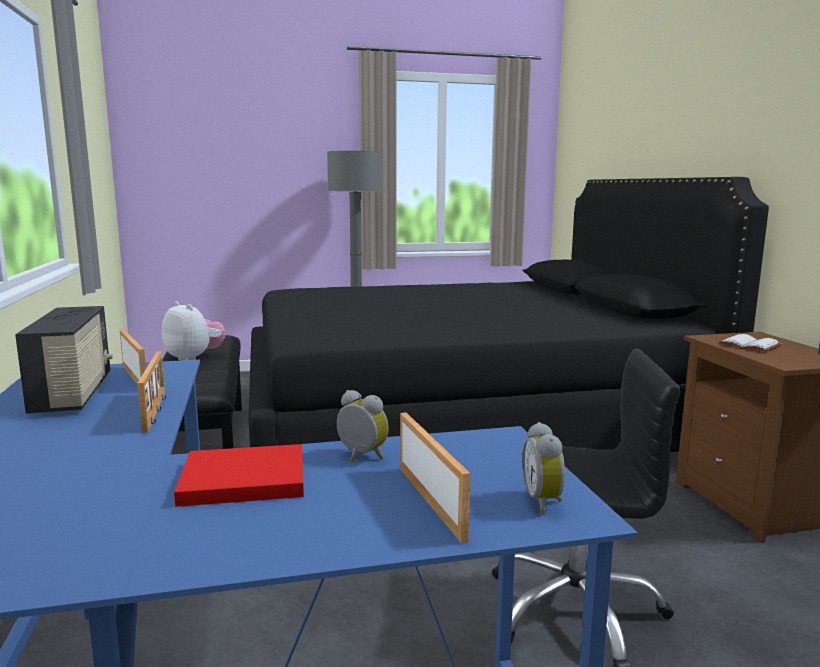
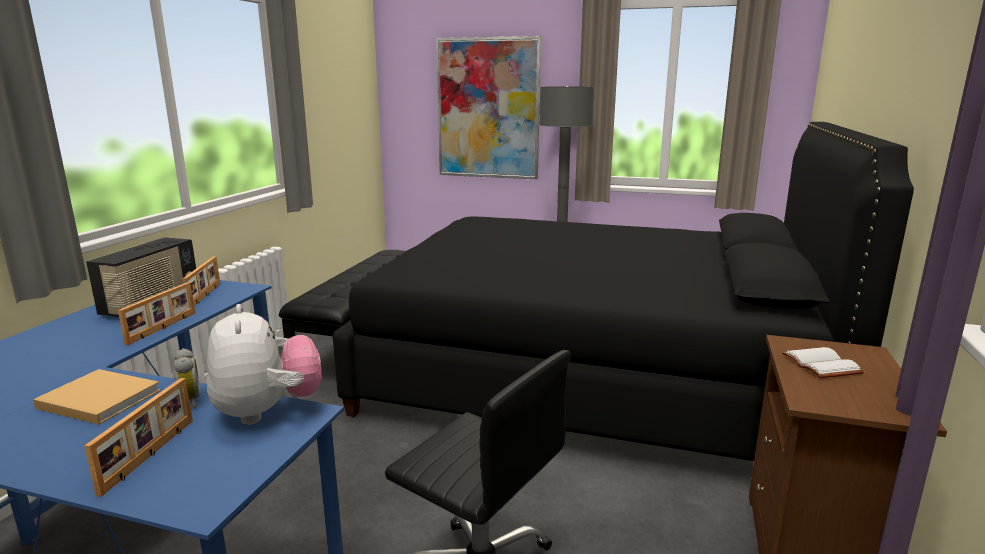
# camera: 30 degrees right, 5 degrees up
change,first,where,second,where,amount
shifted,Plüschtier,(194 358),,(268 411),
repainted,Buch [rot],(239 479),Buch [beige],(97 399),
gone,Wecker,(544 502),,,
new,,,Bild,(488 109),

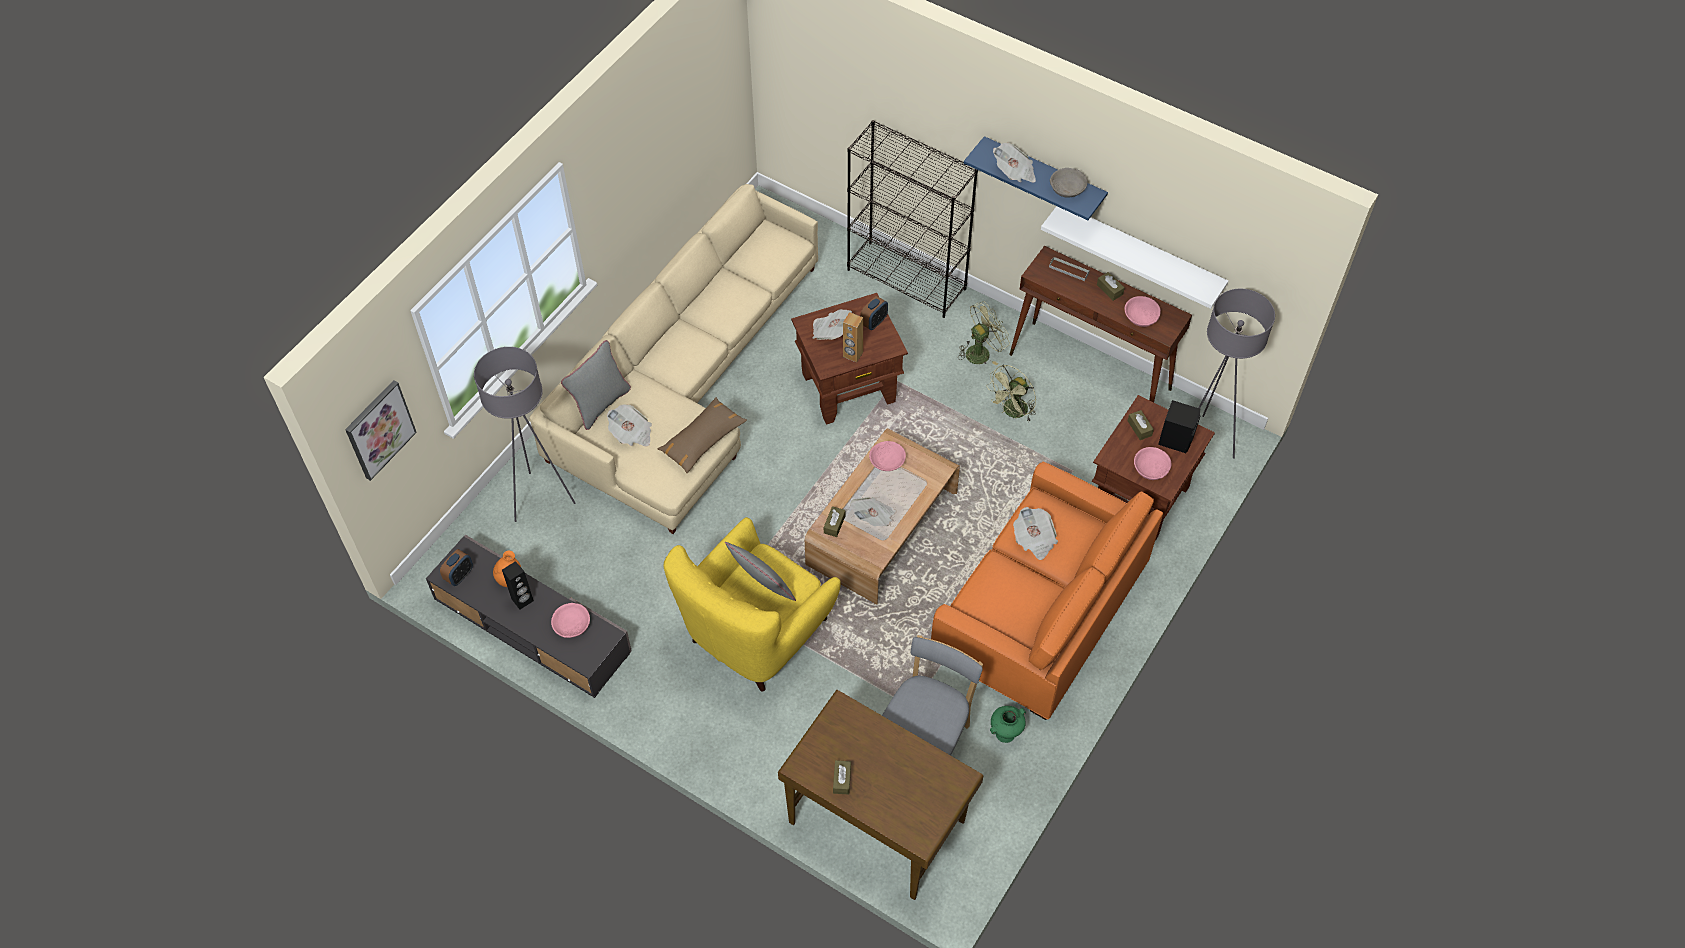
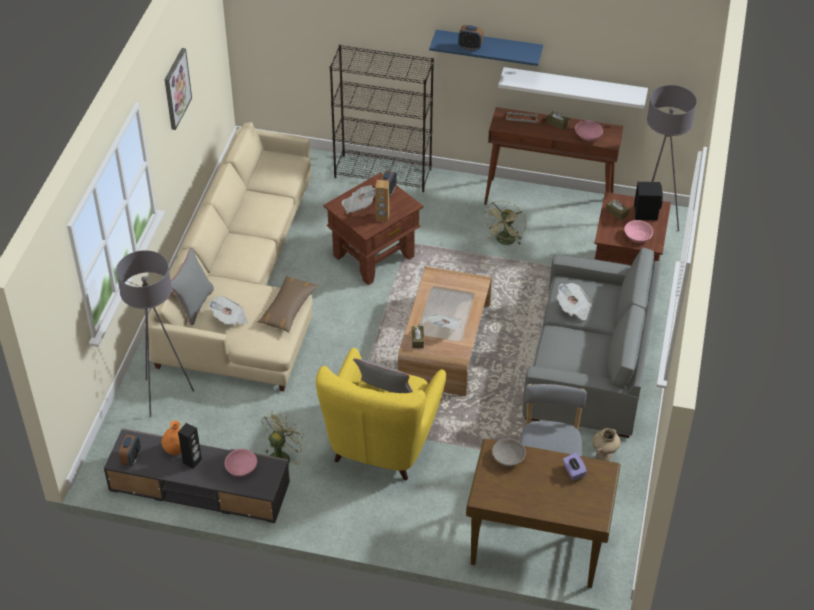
# camera: 20 degrees left, 10 degrees down
change,first,where,second,where,amount
shifted,Bild,(379 429),,(176 88),
gone,Taschentuchbox [braun],(842 780),,,
gone,Schüssel [rosa],(887 461),,,
repainted,Sofa [orange],(1041 609),Sofa [grau],(590 366),
shifted,Ventilator [grün],(981 351),,(281 456),
repainted,Vase [grün],(1005 734),Vase [beige],(604 456),
swapped,Zeitung,(1014 172),Wecker,(470 47),
shifted,Schüssel [grau],(1067 189),,(508 457),
new,,,Taschentuchbox [lila],(573 471),

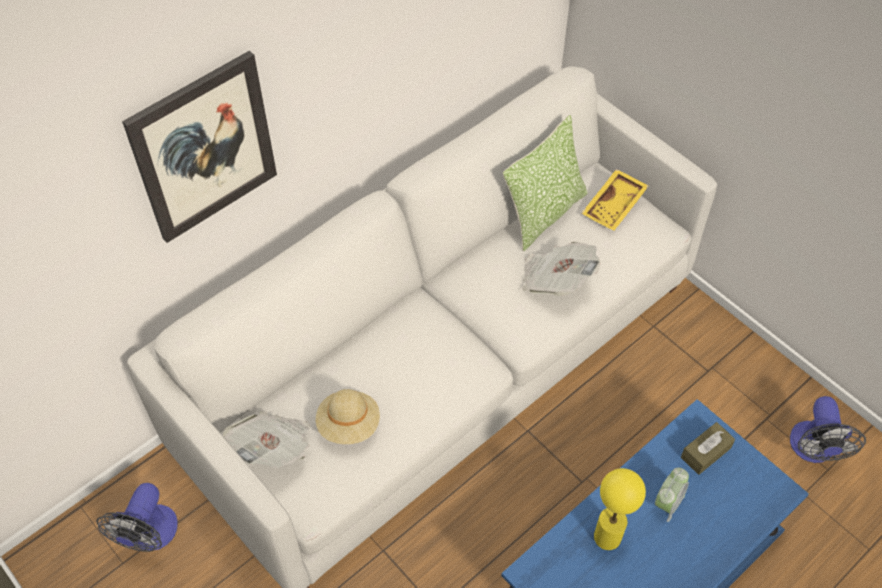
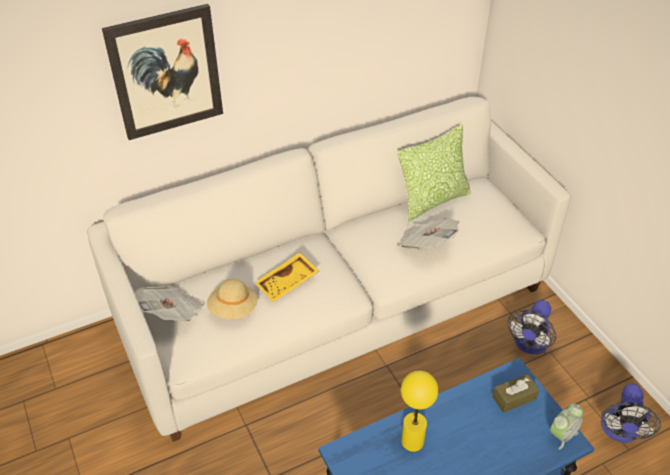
# camera: 15 degrees right, 10 degrees down
change,first,where,second,where,amount
shifted,Ventilator,(150 536),,(529 345),
shifted,Tablett [gelb],(615 206),,(288 283),
shifted,Wecker,(667 503),,(562 435),

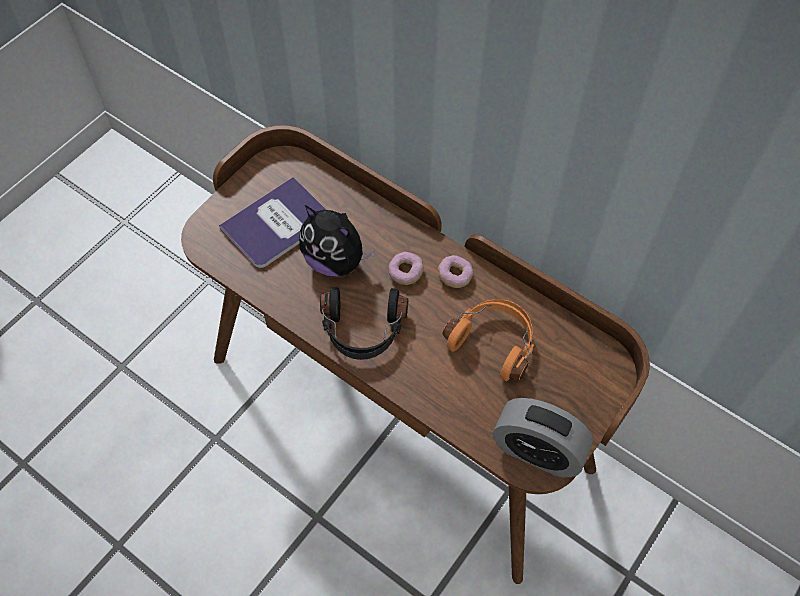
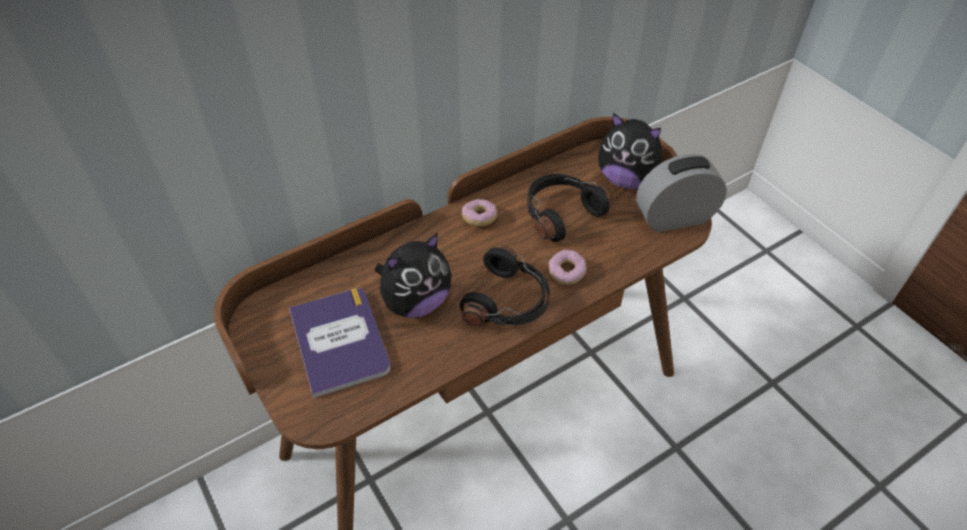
# camera: 70 degrees left, 10 degrees down
change,first,where,second,where,amount
shifted,Donut,(405 272),,(566 273),
repainted,Kopfhörer [orange],(493 342),Kopfhörer [schwarz],(560 213),
rotated,Wecker,(537 451),,(674 218),150 degrees counterclockwise
new,,,Plüschtier,(627 179),

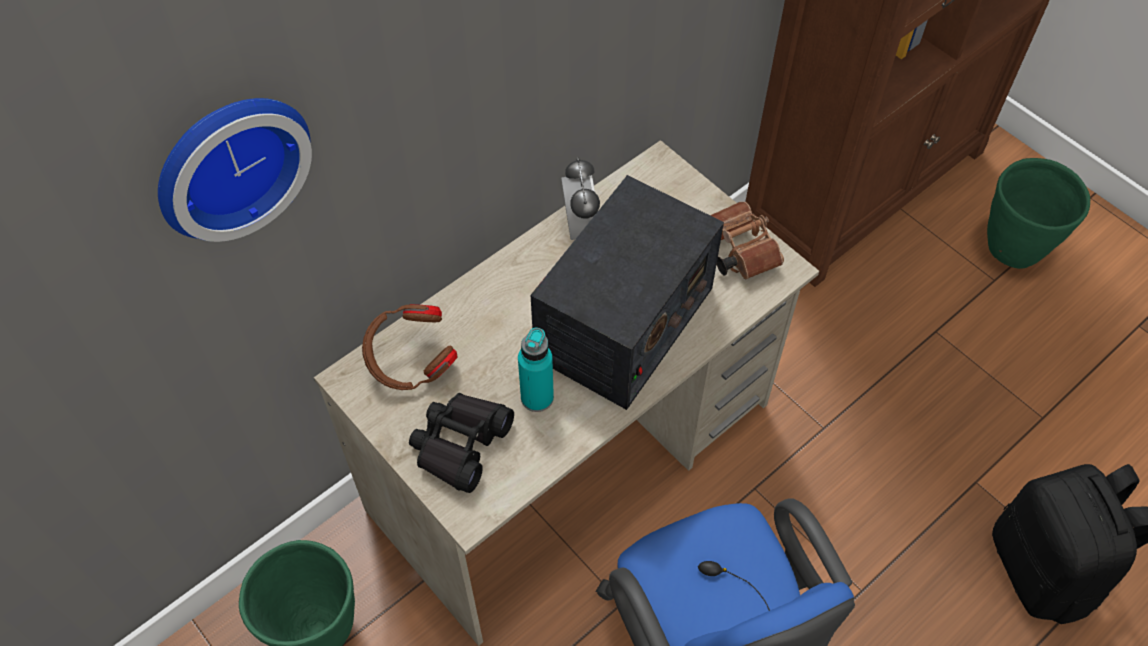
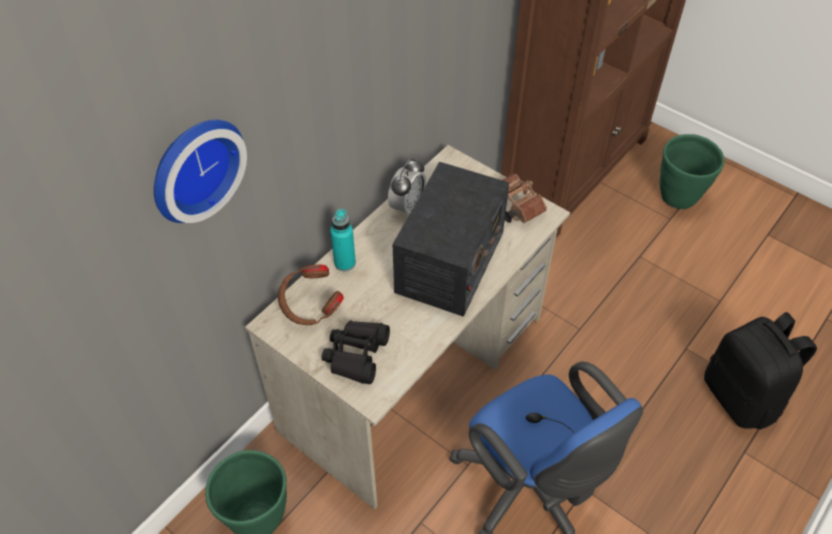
# camera: 10 degrees left, 5 degrees down
change,first,where,second,where,amount
shifted,Flasche [türkis],(537 397),,(345 263),
rotated,Wecker,(580 228),,(407 206),45 degrees clockwise

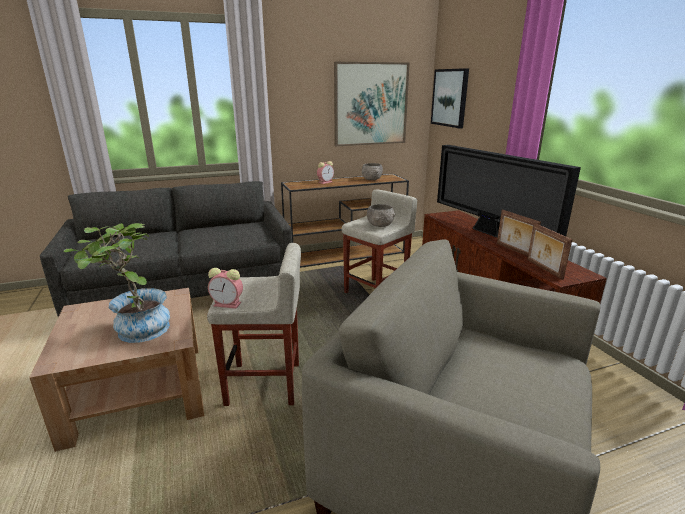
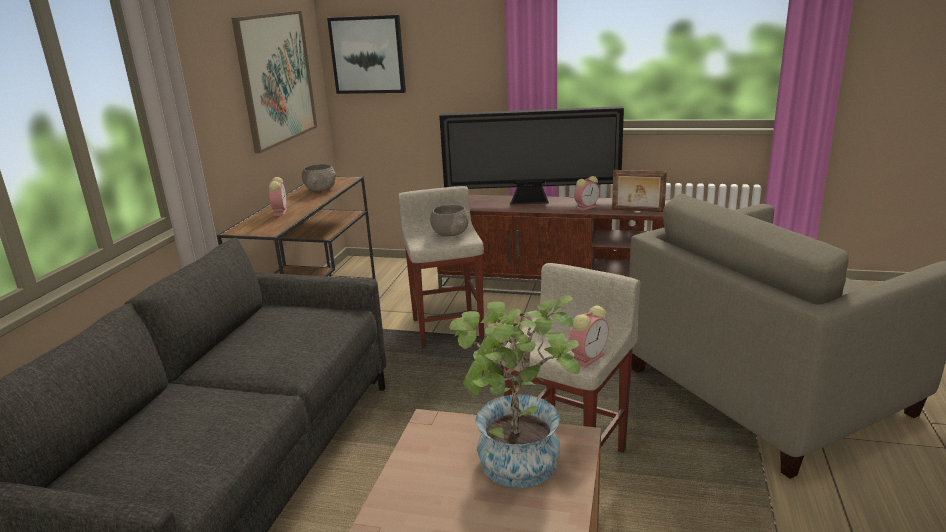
# camera: 55 degrees left, 0 degrees up
change,first,where,second,where,amount
swapped,Bilderrahmen,(513 251),Wecker,(586 207),

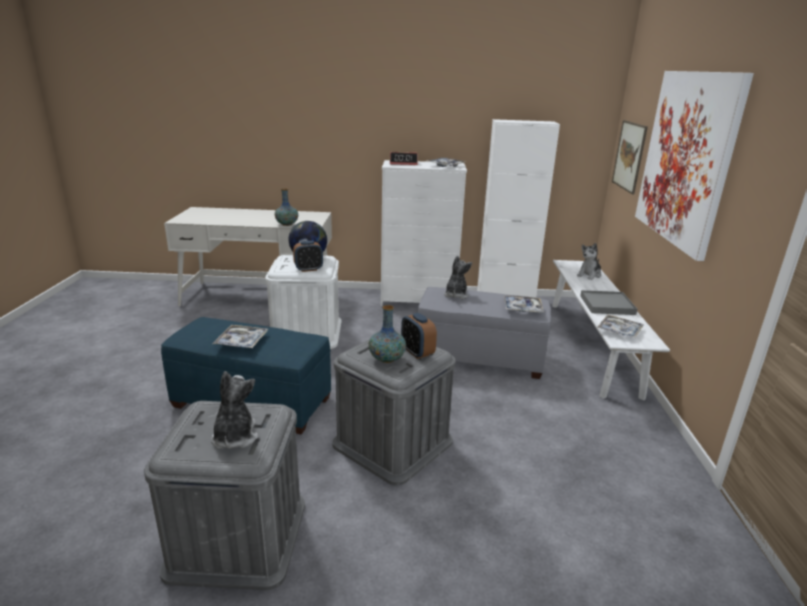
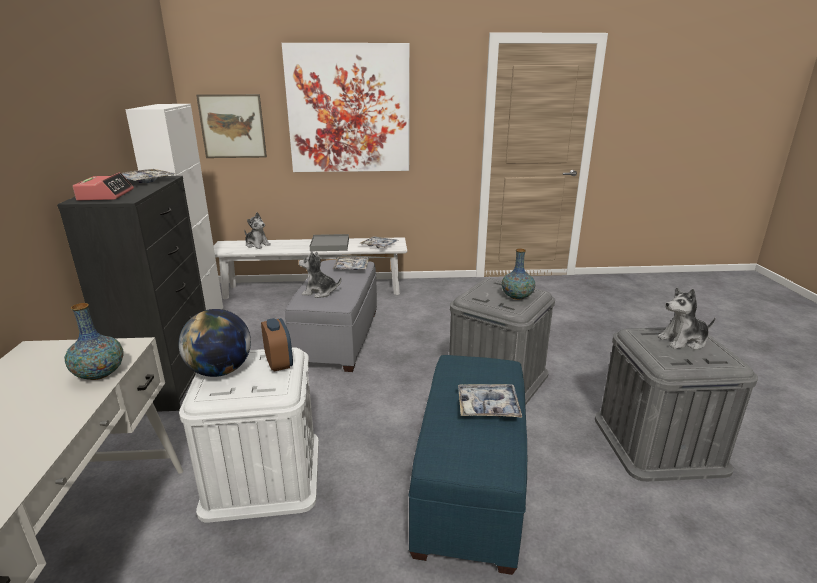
# camera: 95 degrees left, 0 degrees up
change,first,where,second,where,amount
repainted,Kommode [weiß],(419 299),Kommode [schwarz],(169 378),
gone,Wecker,(417 352),,,

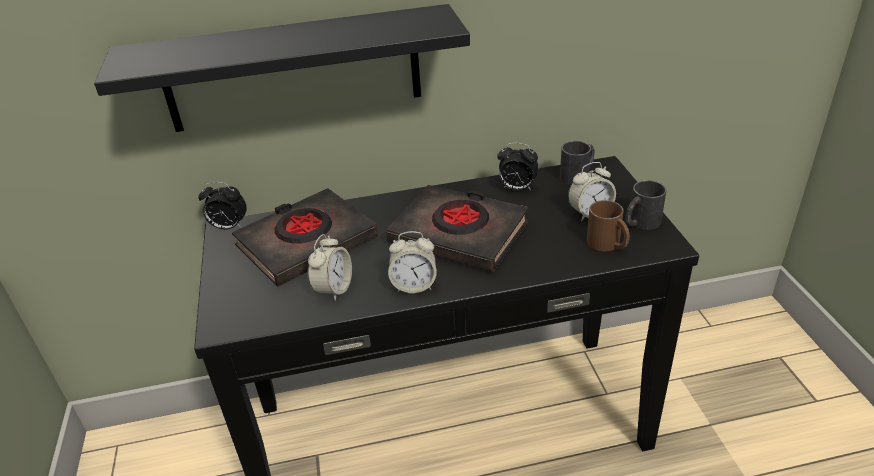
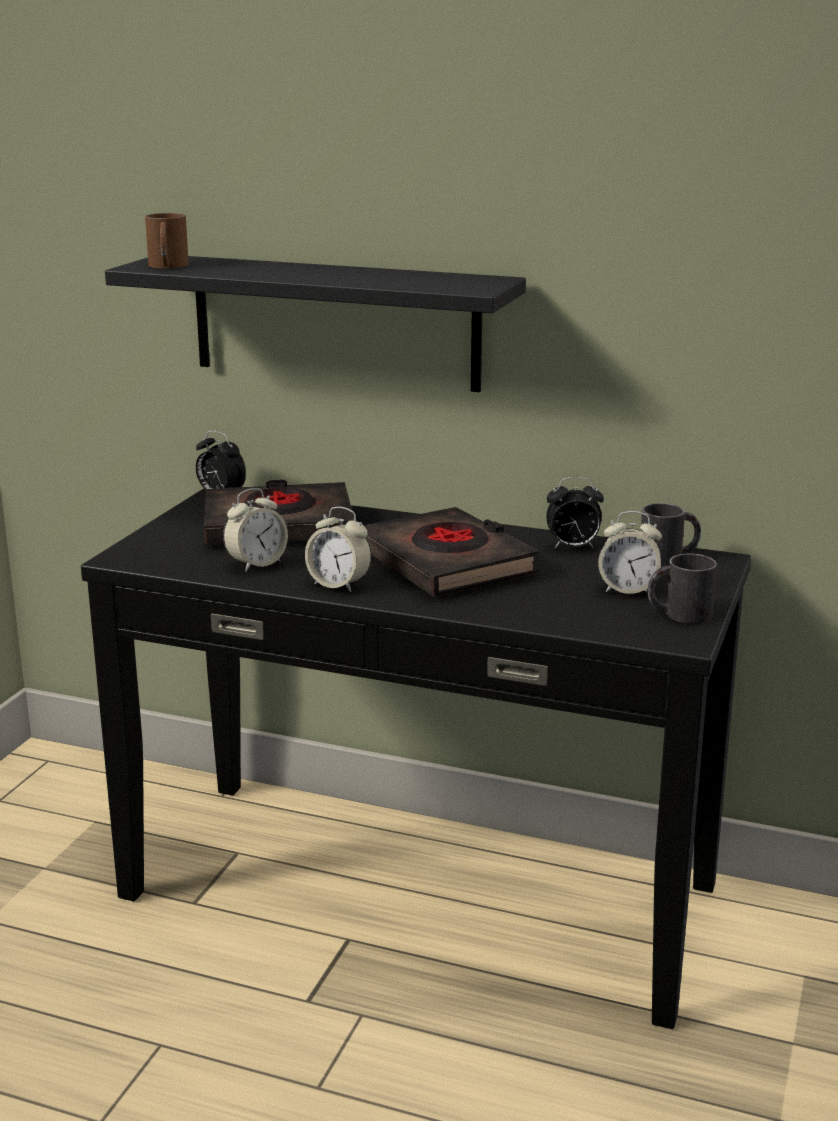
# camera: 30 degrees right, 15 degrees down
change,first,where,second,where,amount
rotated,Wecker,(517 188),,(572 547),45 degrees counterclockwise
shifted,Henkelbecher [braun],(608 244),,(167 266),

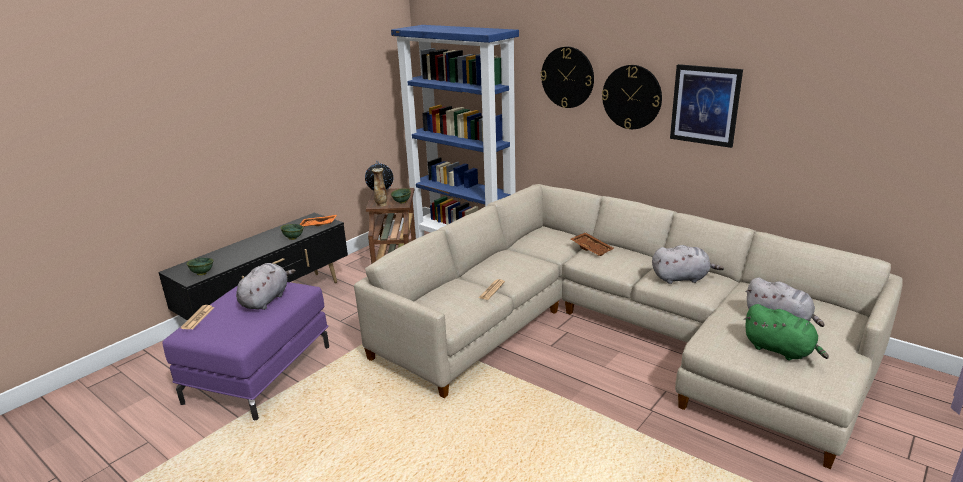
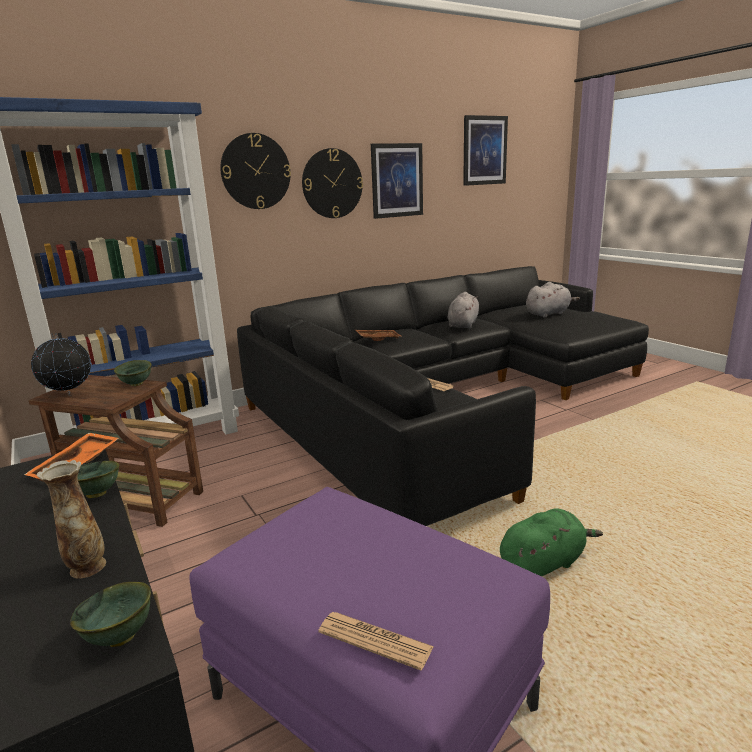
# camera: 70 degrees left, 5 degrees down
change,first,where,second,where,amount
gone,Plüschtier [grau],(266 299),,,
repainted,Sofa [beige],(616 333),Sofa [schwarz],(444 400),
shifted,Vase,(381 204),,(86 567),
shifted,Plüschtier [grün],(780 350),,(544 563),
new,,,Bild,(484 150),

